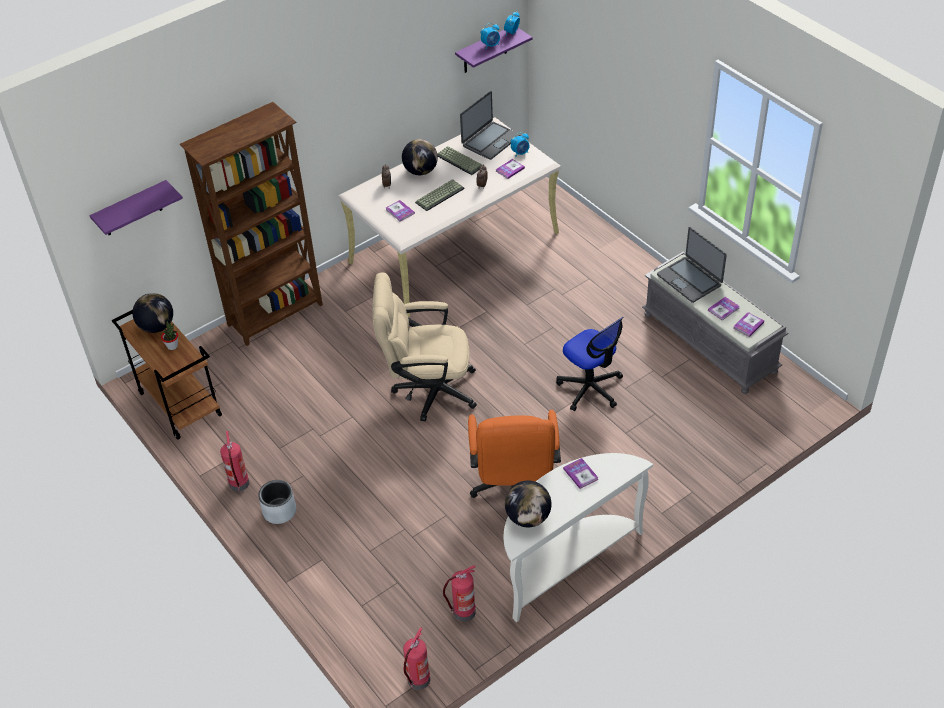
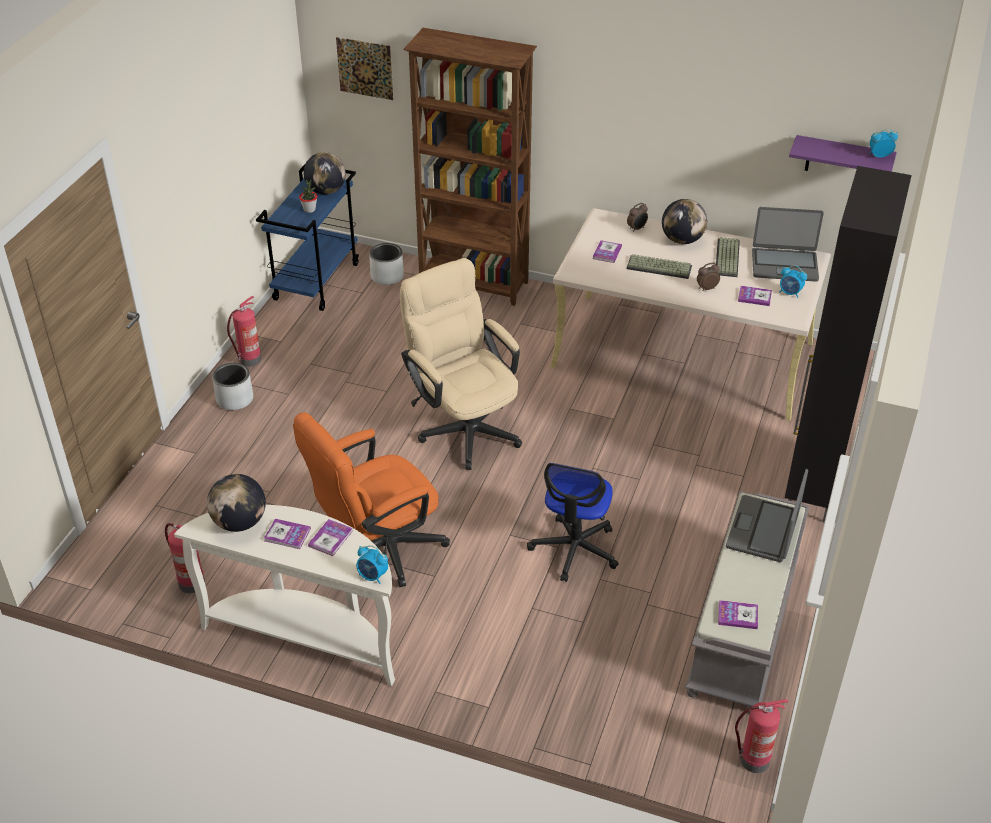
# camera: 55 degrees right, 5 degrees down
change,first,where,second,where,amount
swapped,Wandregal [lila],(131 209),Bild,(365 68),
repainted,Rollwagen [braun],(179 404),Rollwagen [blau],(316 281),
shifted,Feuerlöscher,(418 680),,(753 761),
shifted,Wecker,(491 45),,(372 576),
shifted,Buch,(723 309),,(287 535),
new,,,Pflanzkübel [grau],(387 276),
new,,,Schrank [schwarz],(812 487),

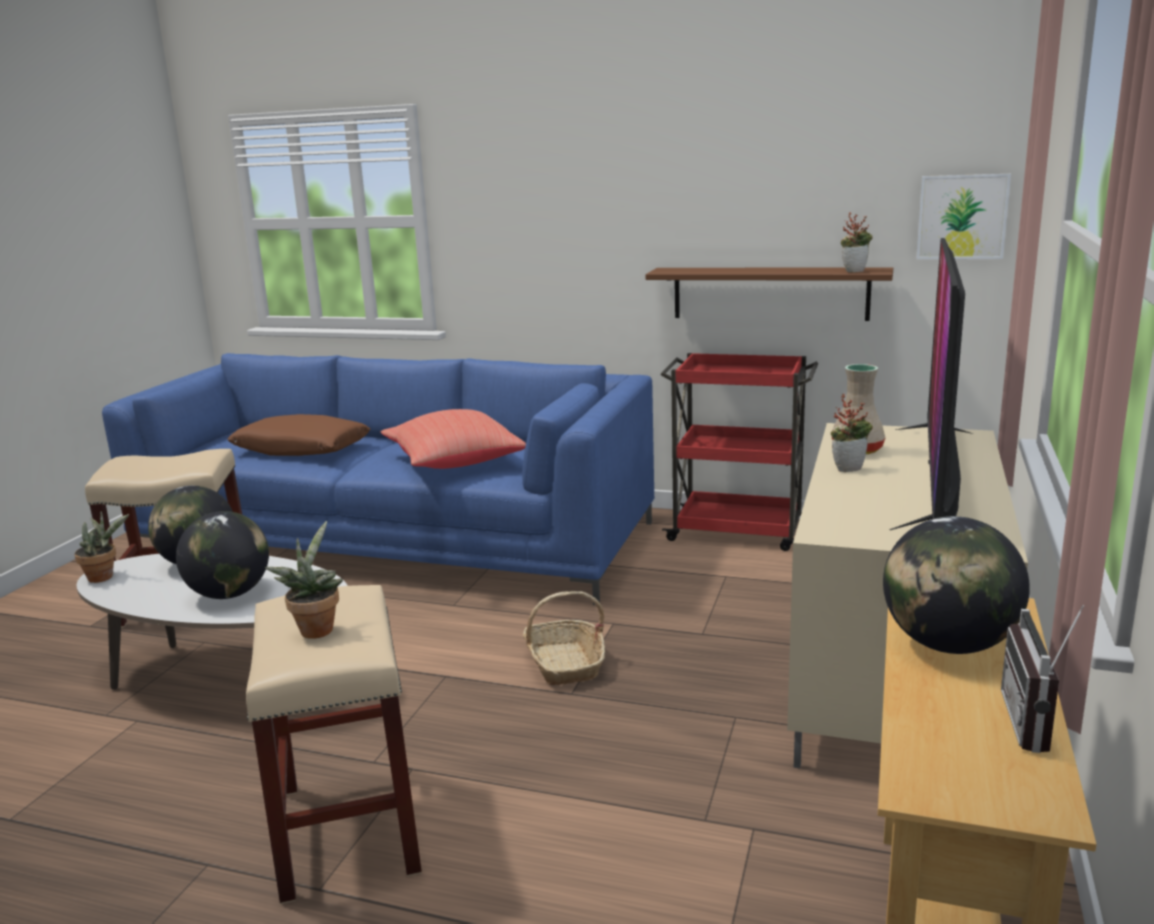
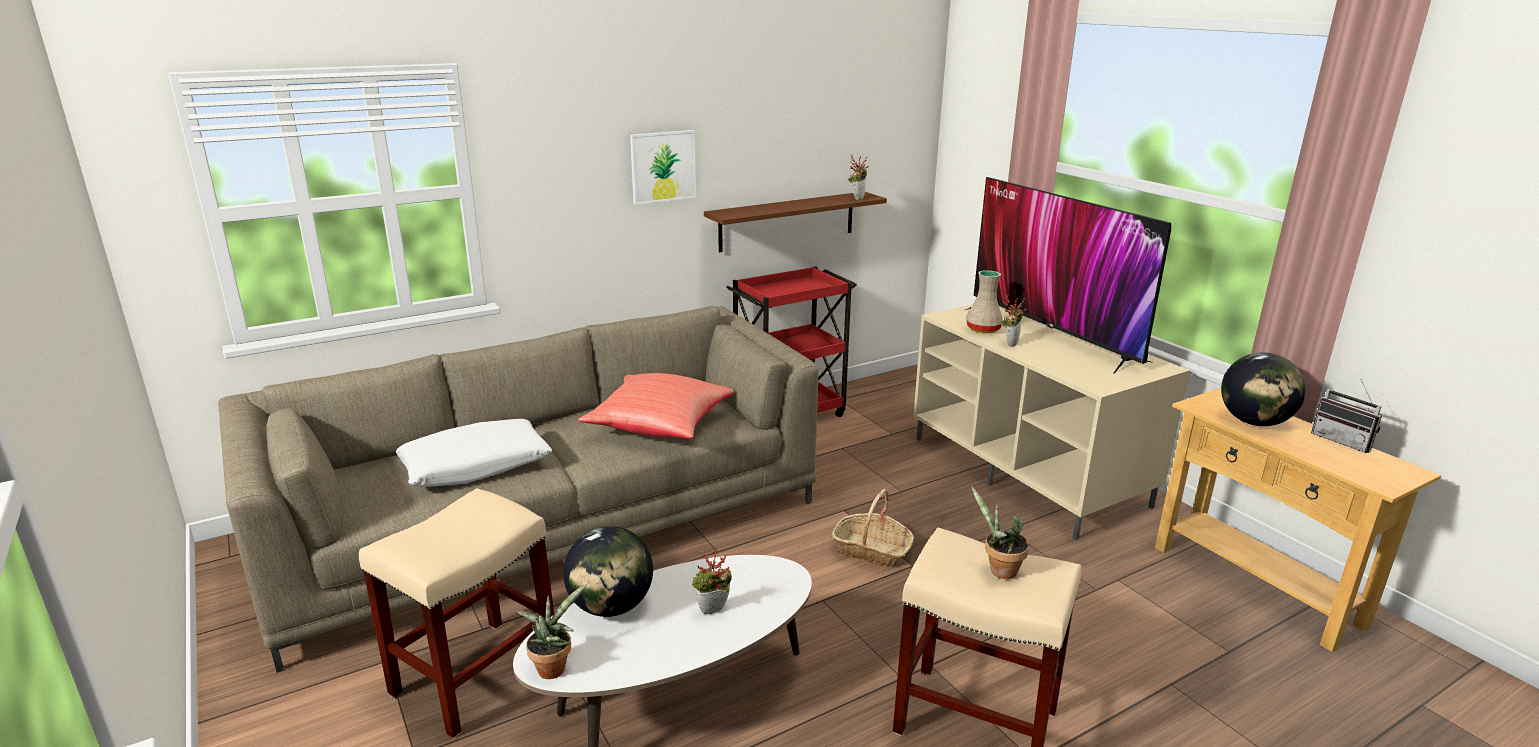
# camera: 50 degrees left, 5 degrees up
change,first,where,second,where,amount
repainted,Sofa [blau],(395 539),Sofa [beige],(549 525),
swapped,Globus,(230 594),Topfpflanze,(713 612),
repainted,Kissen [braun],(301 449),Kissen [weiß],(476 466),
shifted,Bild,(962 217),,(663 166),

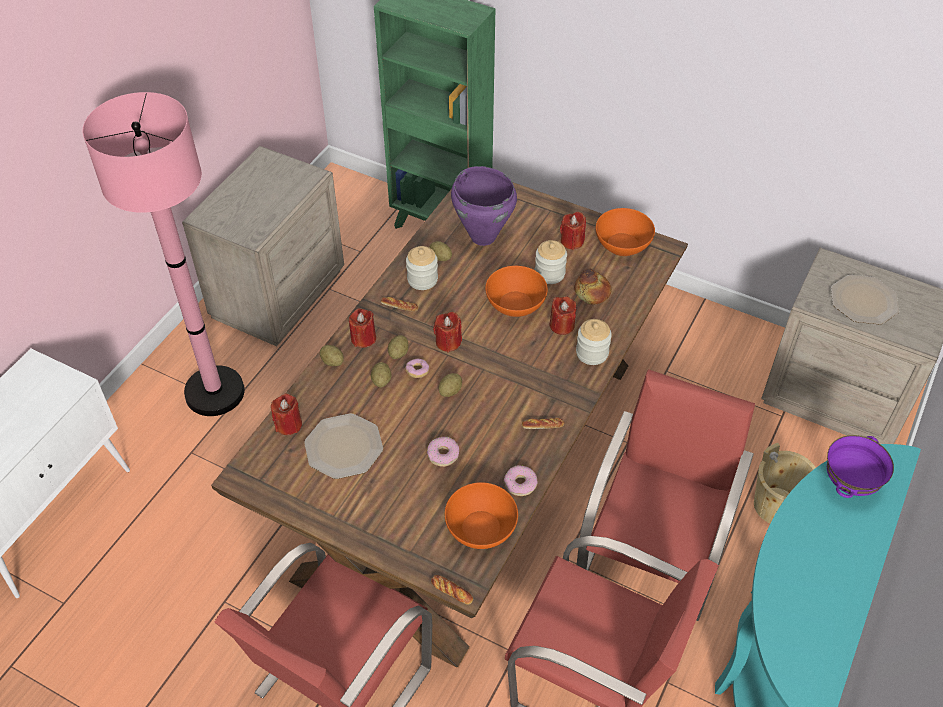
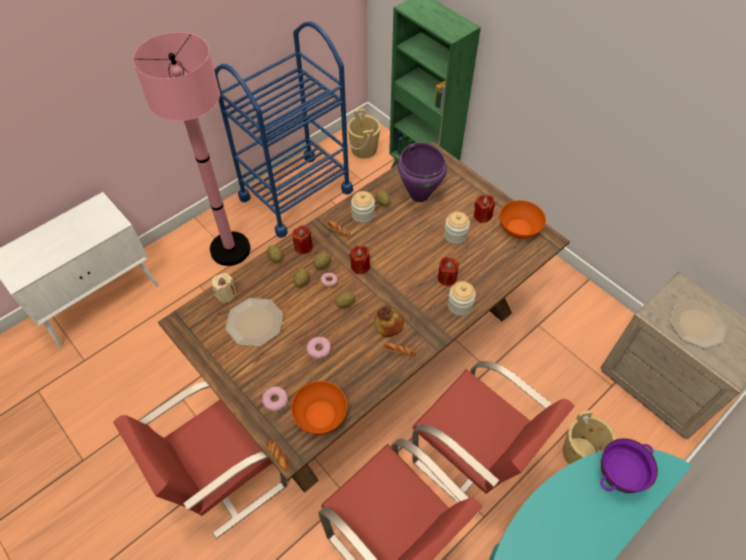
# camera: 20 degrees right, 5 degrees up
change,first,where,second,where,amount
swapped,Nachttisch [beige],(276 294),Rollwagen [blau],(296 194),
repainted,Kerze [rot],(288 424),Kerze [beige],(226 294),
gone,Schüssel [orange],(515 304),,,
shifted,Donut,(520 483),,(275 400),
shifted,Brot,(592 292),,(389 324),
rotated,Stuhl [rot],(653 553),,(473 457),90 degrees clockwise
new,,,Eimer [beige],(364 149),

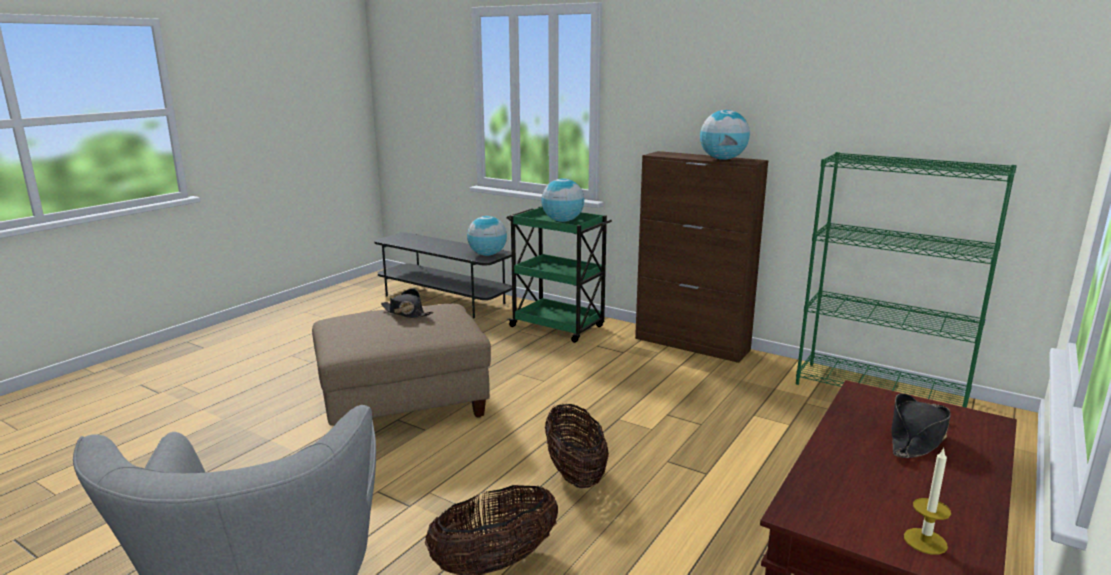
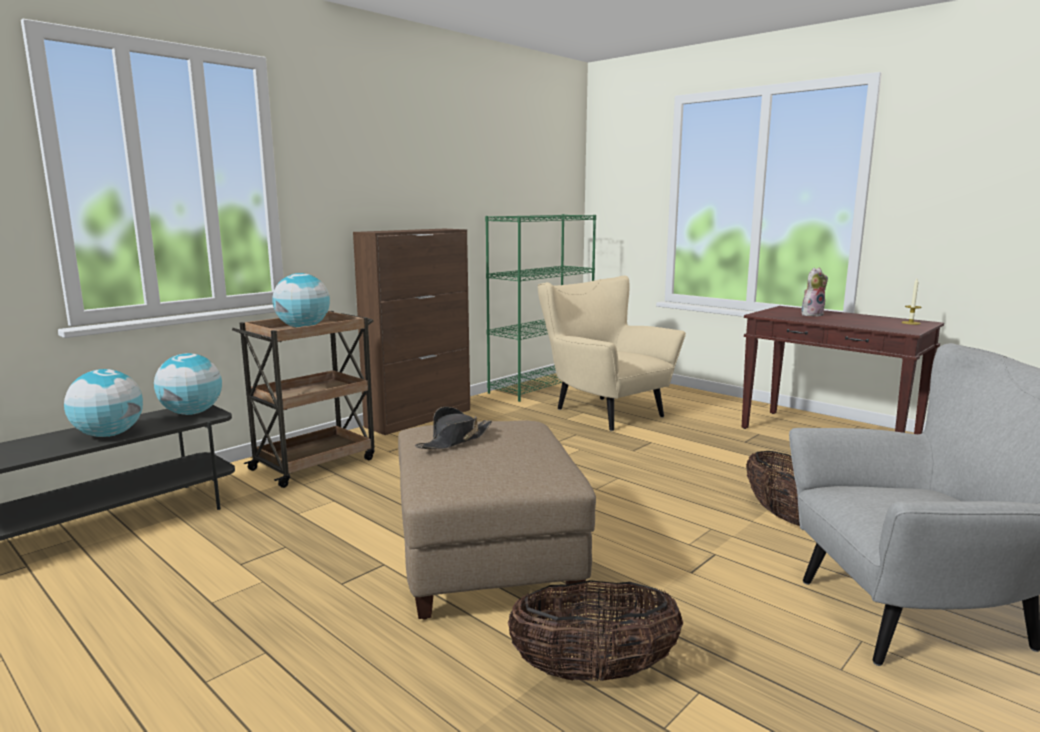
# camera: 80 degrees left, 5 degrees down
change,first,where,second,where,amount
repainted,Rollwagen [grün],(558 327),Rollwagen [braun],(315 463),
shifted,Korb,(575 473),,(594 672),
shifted,Globus,(722 159),,(109 435),
swapped,Hut [schwarz],(916 437),Plüschtier,(811 314),
new,,,Sessel [beige],(602 411),

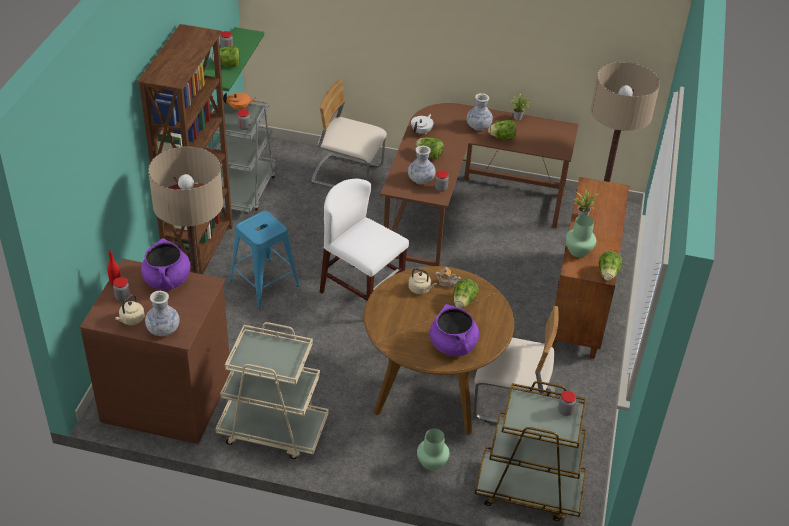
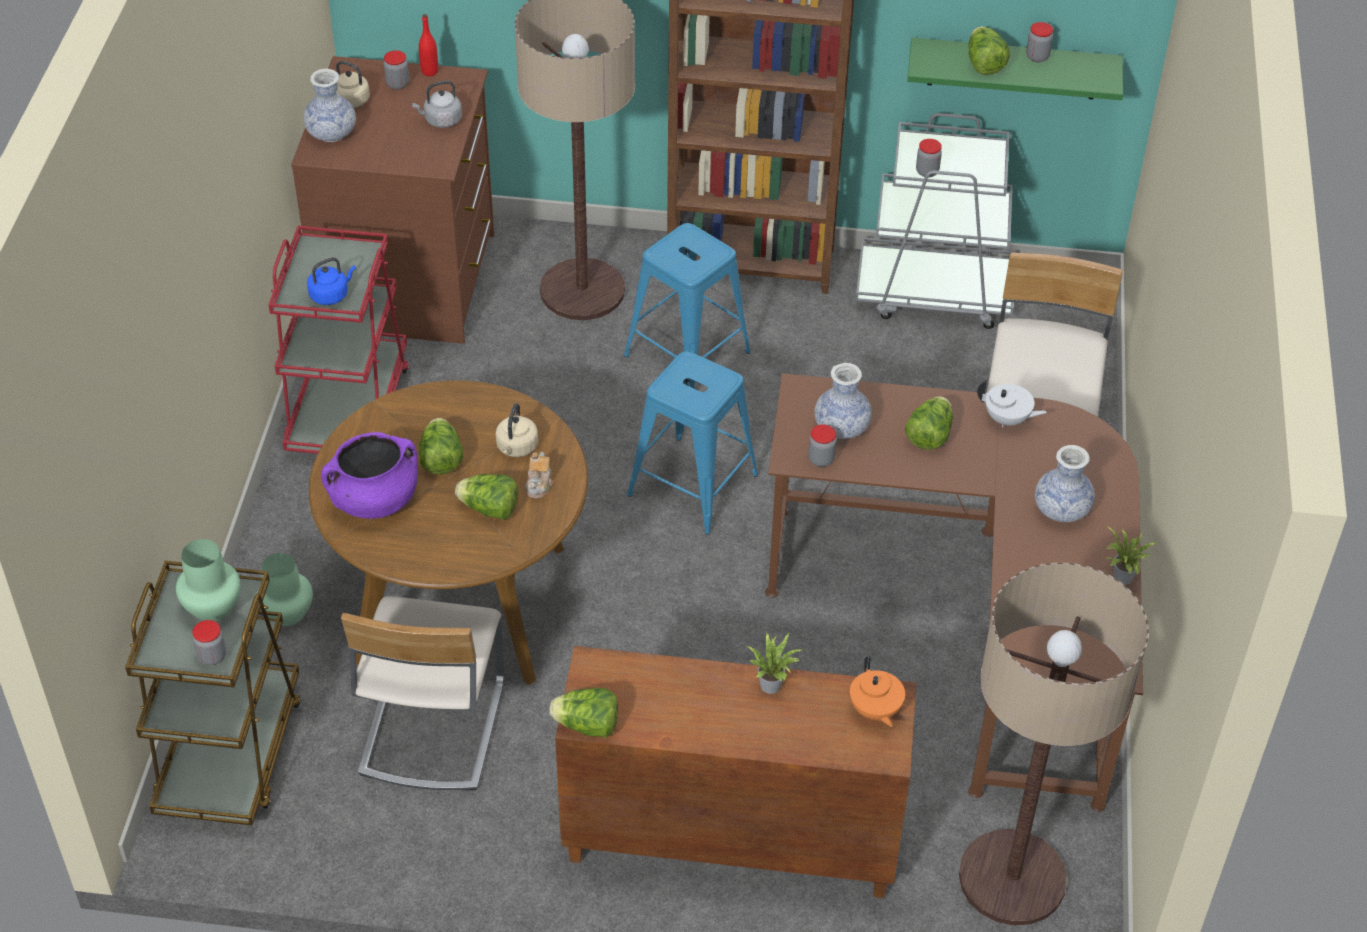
# camera: 85 degrees right, 5 degrees up
change,first,where,second,where,amount
swapped,Kochtopf [lila],(167 280),Wasserkessel [grau],(441 120),
repainted,Rollwagen [beige],(272 430),Rollwagen [rot],(348 407),
shifted,Teekanne [orange],(240 108),,(875 710),
swapped,Stuhl [weiß],(361 292),Hocker [blau],(692 485),
shifted,Salatkopf,(502 138),,(441 459),
shifted,Vase [grün],(578 251),,(213 608),
new,,,Wasserkessel [blau],(331 295),

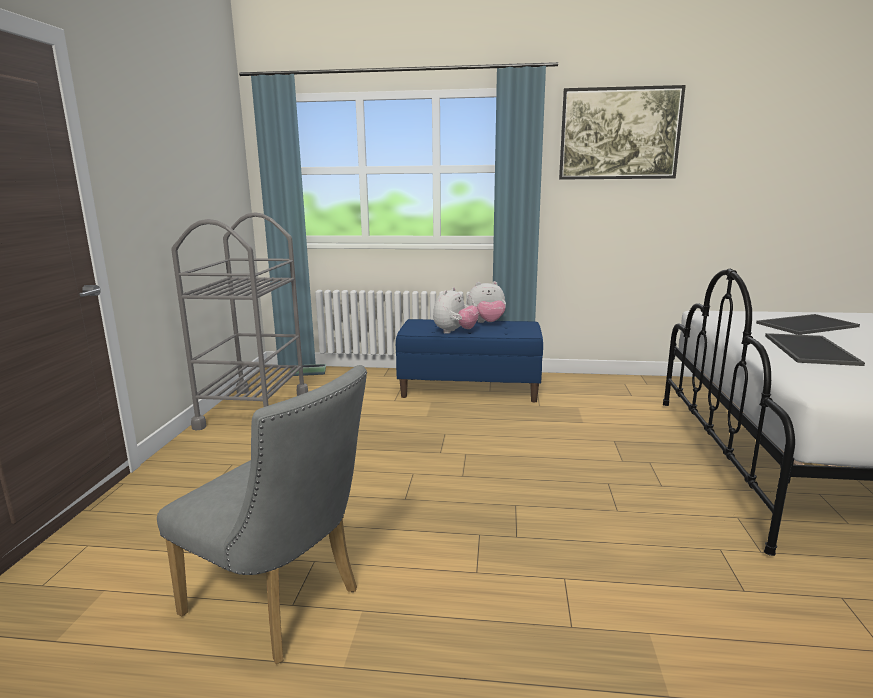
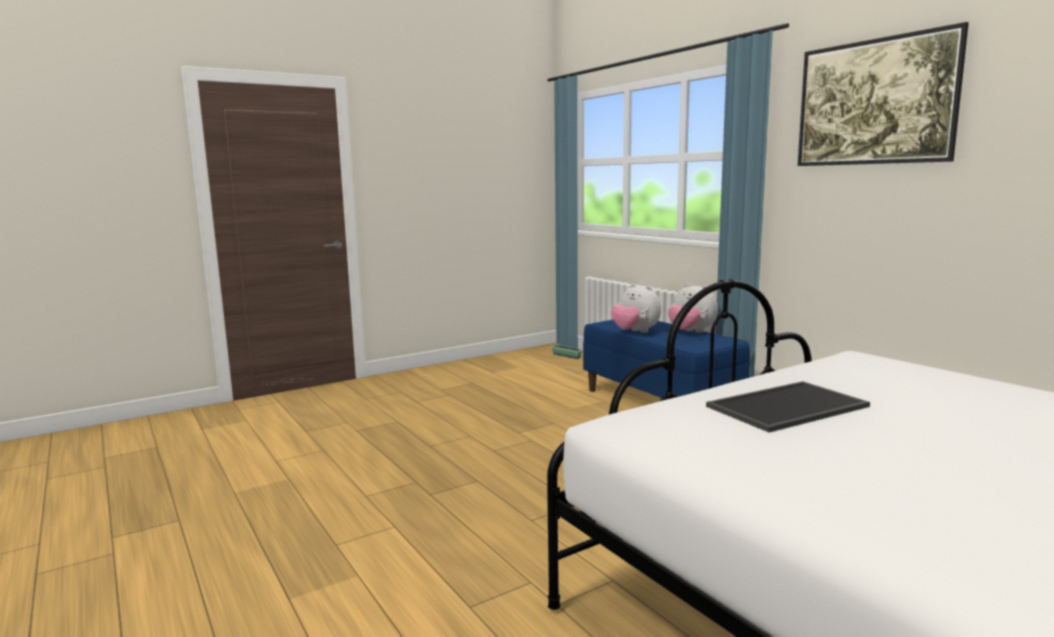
# camera: 50 degrees right, 5 degrees down
change,first,where,second,where,amount
gone,Stuhl [grau],(281 606),,,
gone,Rollwagen [grau],(254 410),,,
rotated,Plüschtier,(454 332),,(635 332),60 degrees clockwise
gone,Tablett,(806 324),,,

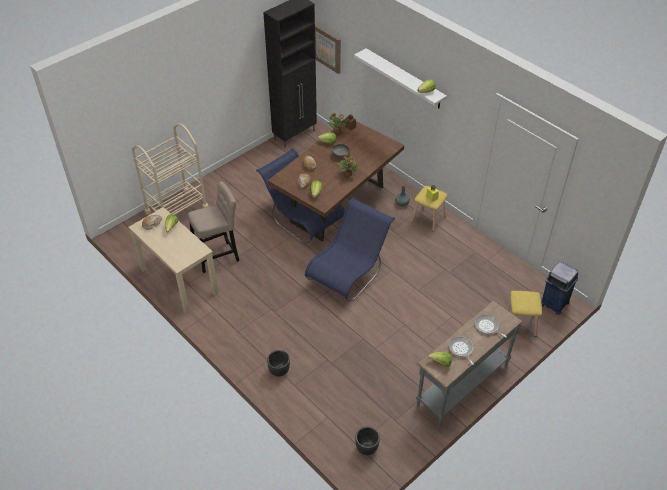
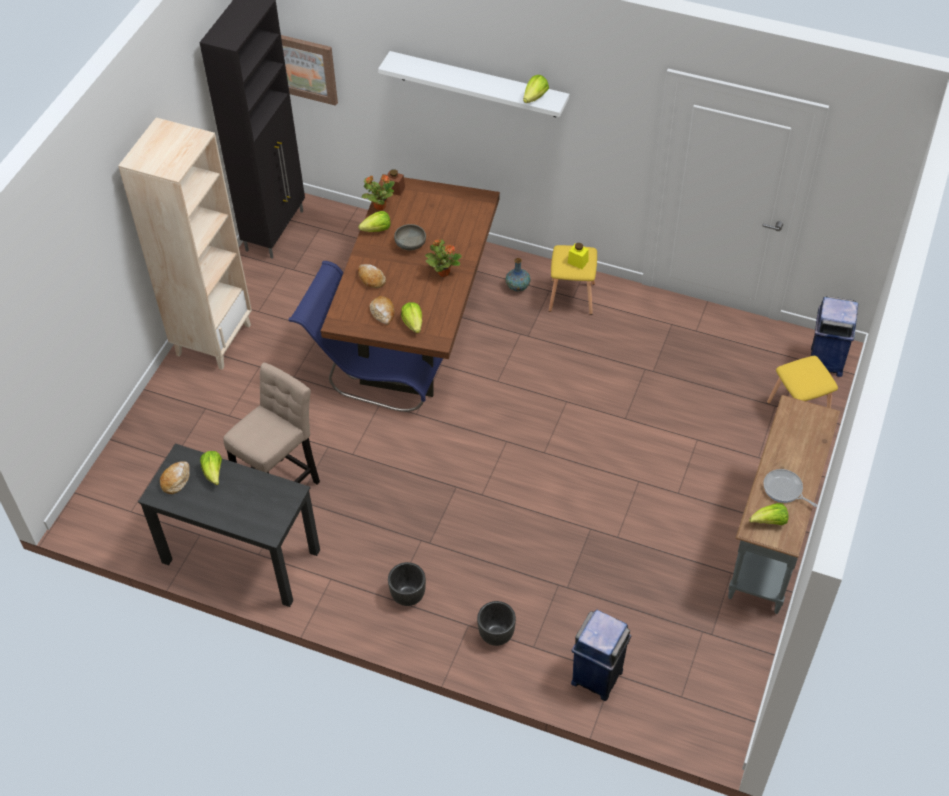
# camera: 25 degrees left, 5 degrees up
change,first,where,second,where,amount
repainted,Schreibtisch [beige],(178 281),Schreibtisch [schwarz],(240 556),
gone,Rollwagen [beige],(176 210),,,
gone,Stuhl [blau],(349 273),,,
shifted,Pflanzkübel [schwarz],(366 448),,(408 596),
gone,Pfanne,(487 326),,,
new,,,Bücherregal [beige],(213 339),
new,,,Mülleimer [blau],(597 676),

